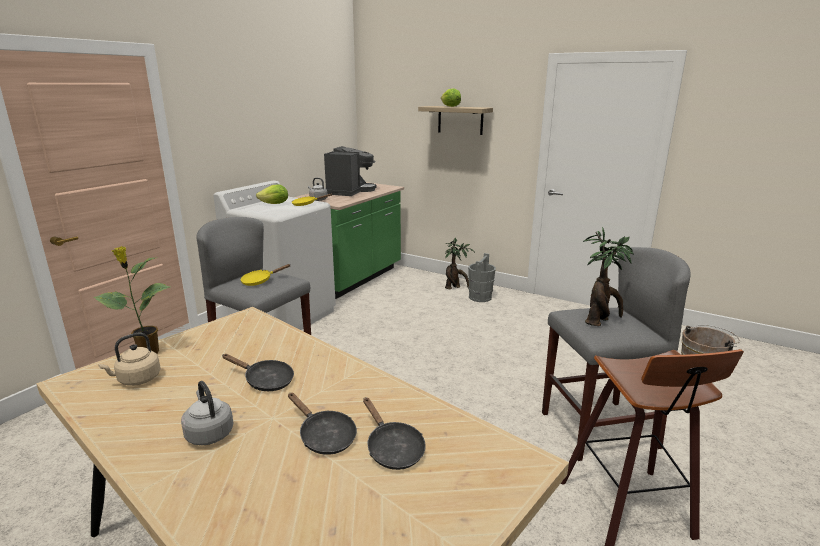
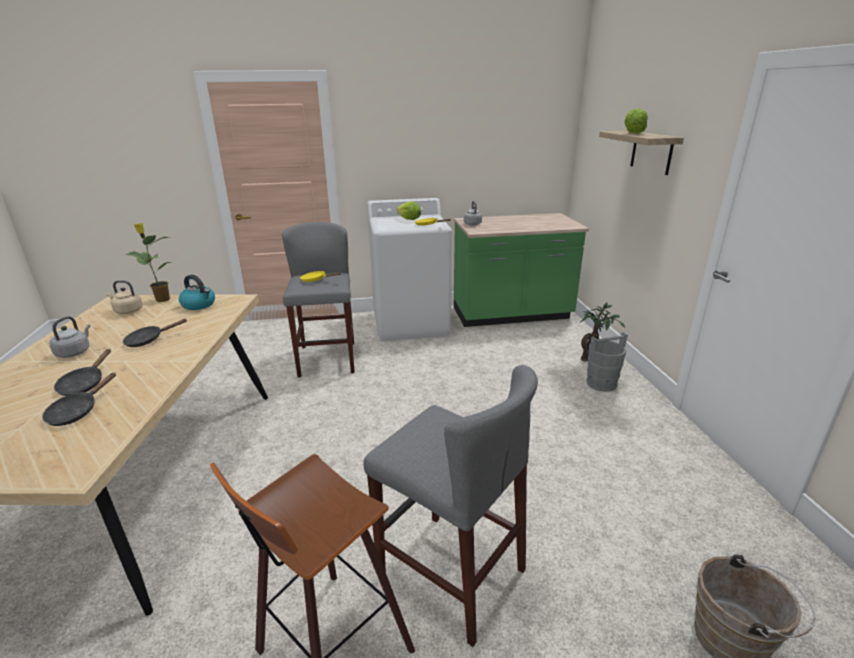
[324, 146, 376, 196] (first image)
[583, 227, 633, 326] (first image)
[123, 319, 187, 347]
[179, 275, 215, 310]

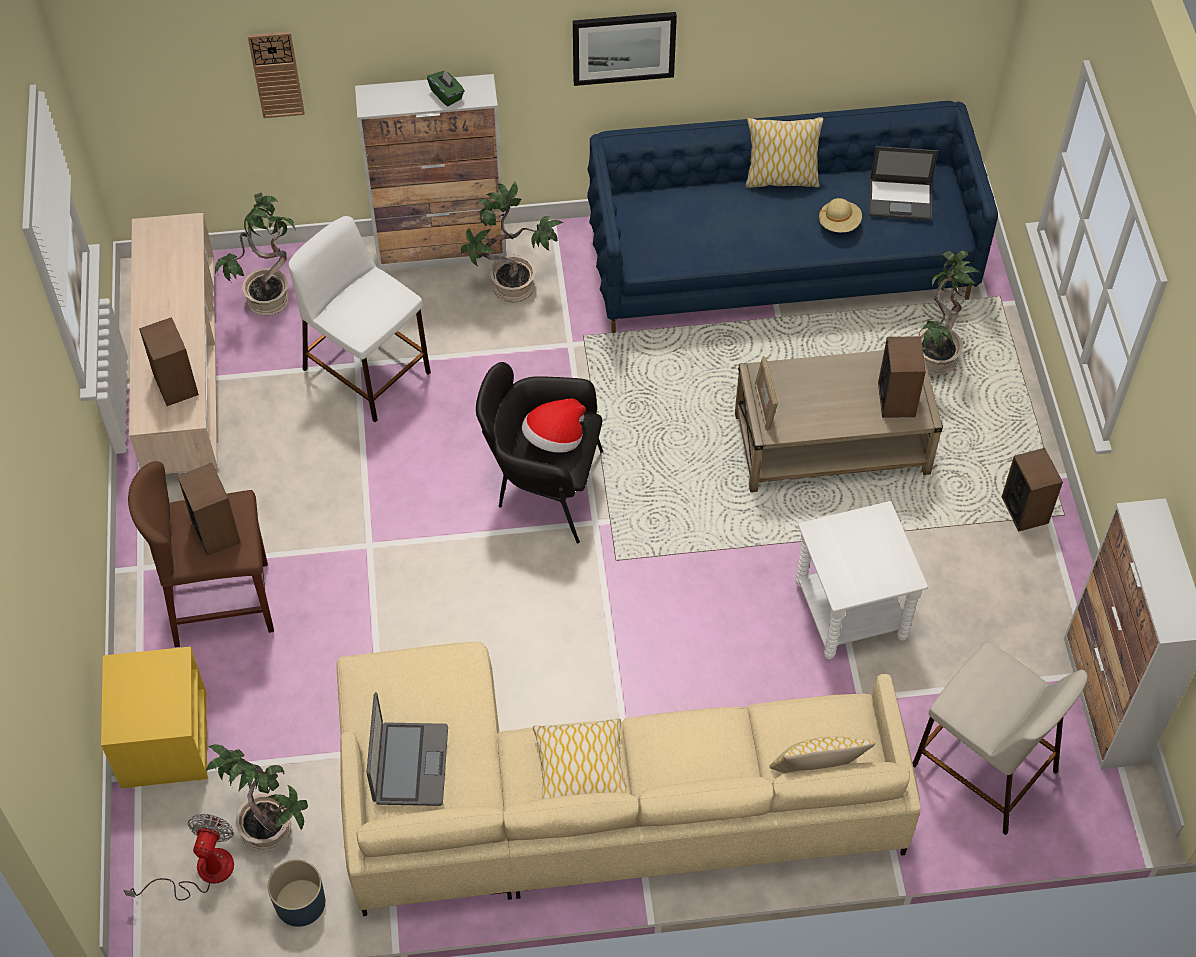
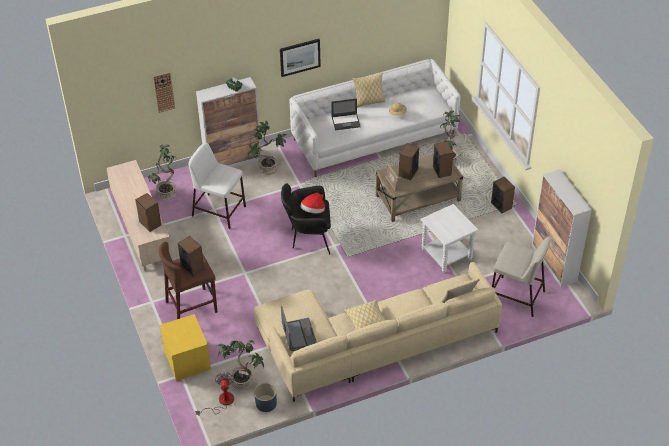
[289, 59, 461, 177]
[331, 98, 361, 130]
[399, 143, 419, 180]

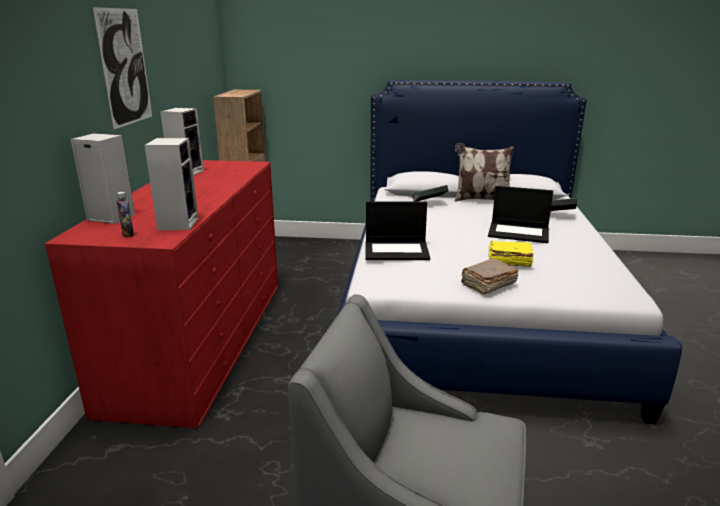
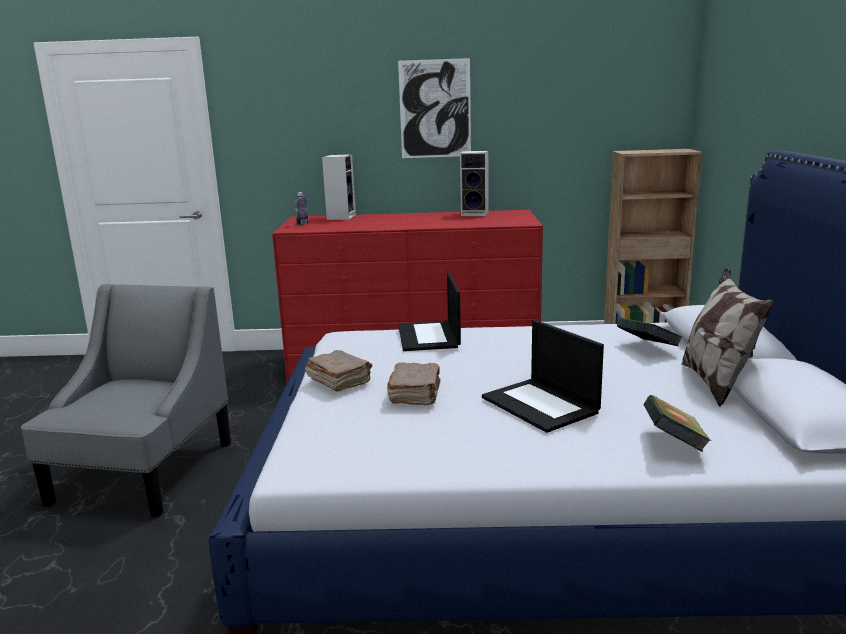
[144, 138, 199, 230] (first image)
[482, 320, 604, 433]
[387, 363, 440, 405]

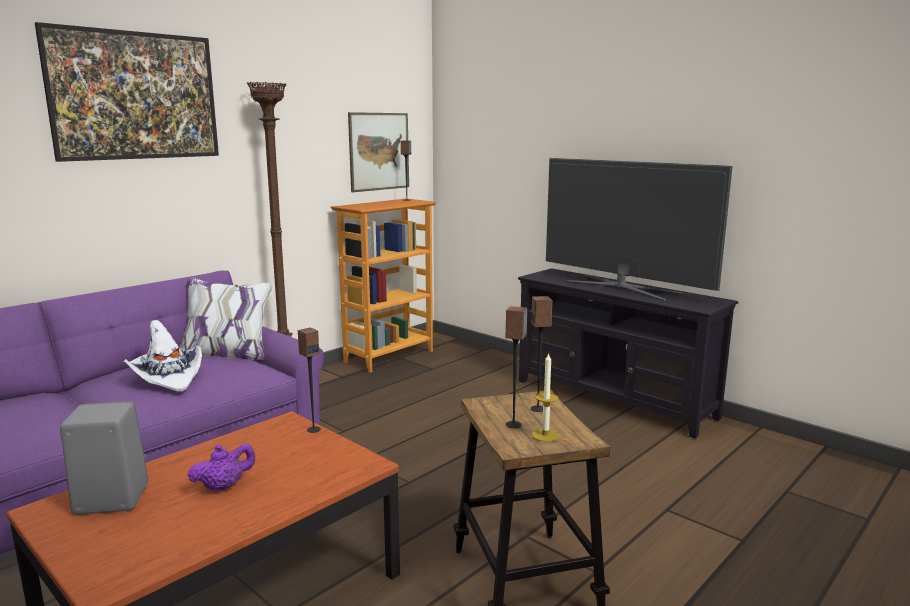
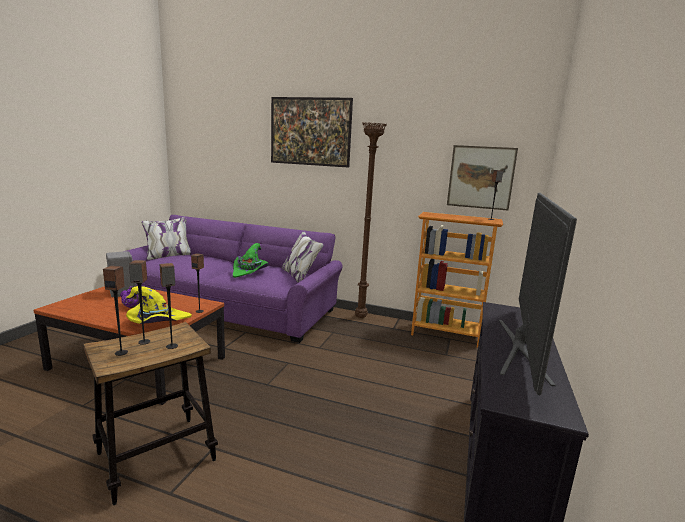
[233, 243, 269, 278]
[103, 266, 128, 356]
[126, 286, 192, 324]

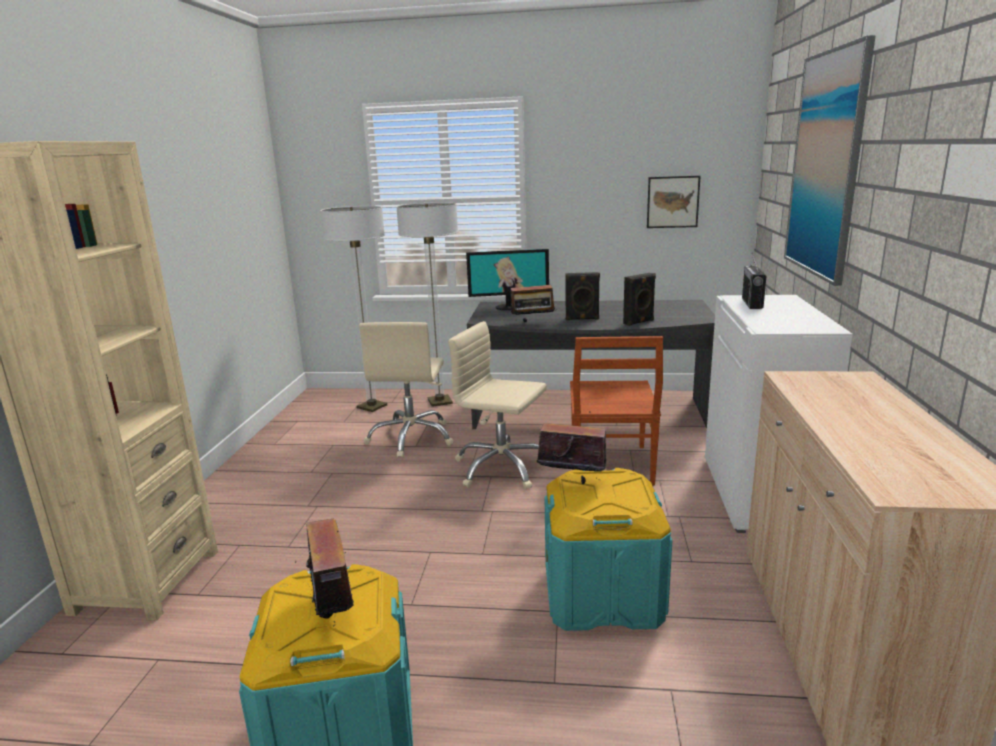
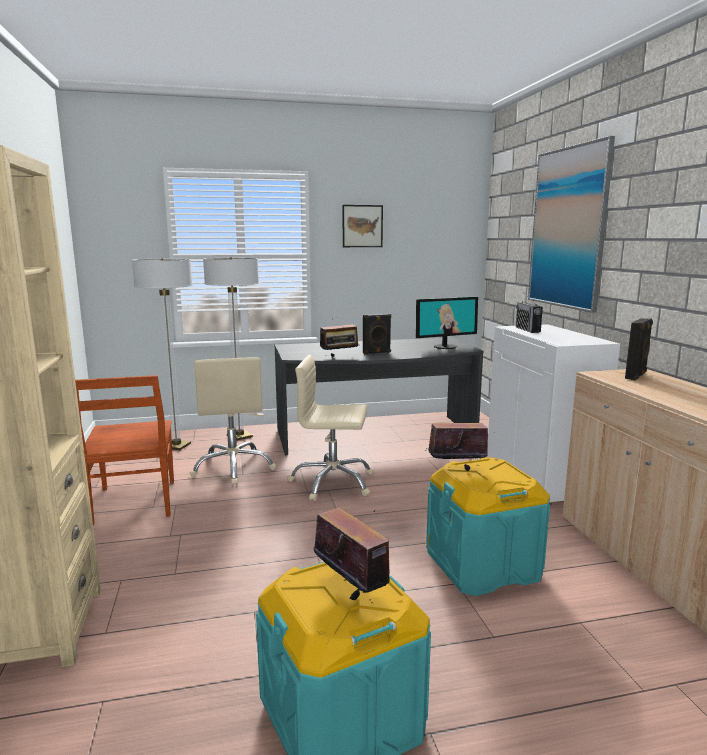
[343, 205, 383, 247]
[416, 297, 478, 349]
[625, 318, 653, 381]
[75, 375, 174, 525]

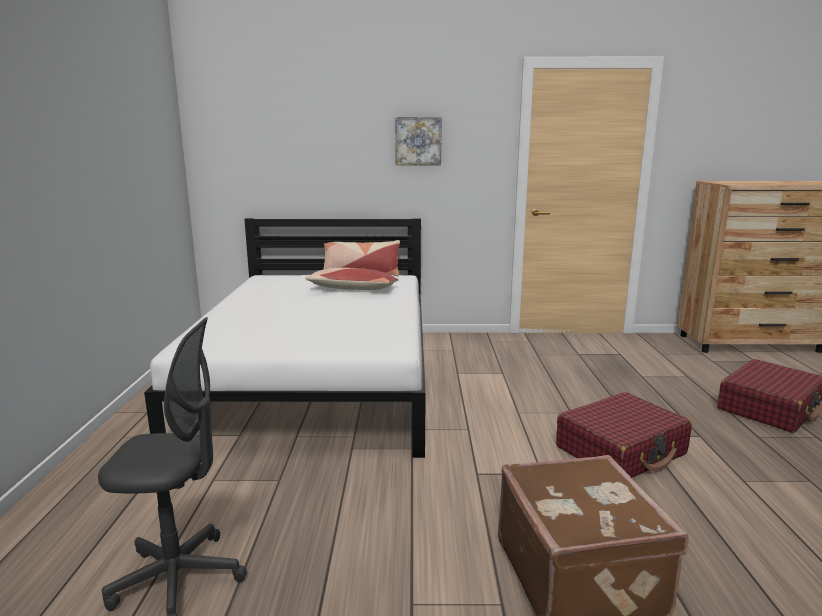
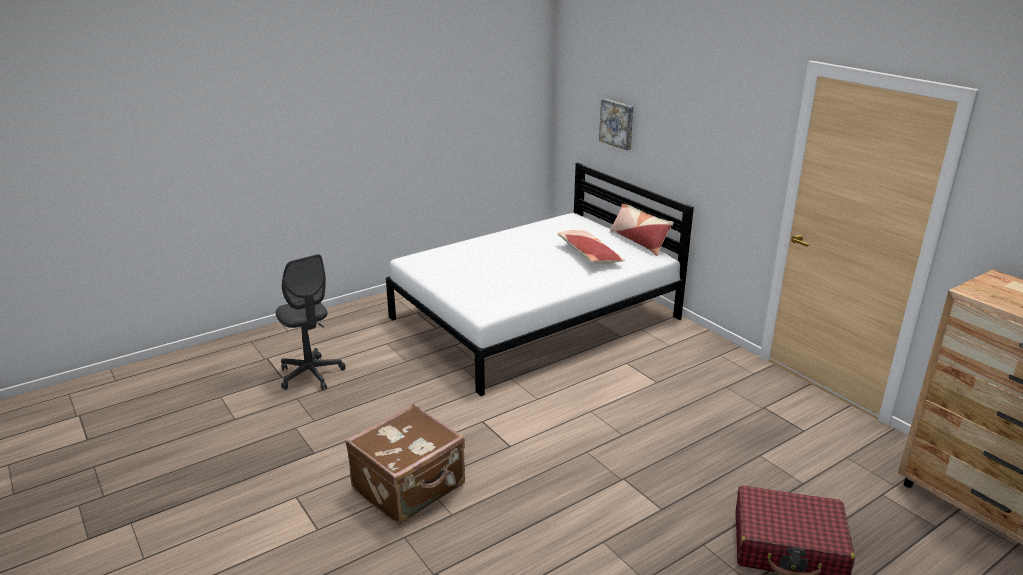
[599, 99, 634, 150]
[556, 392, 692, 478] (first image)

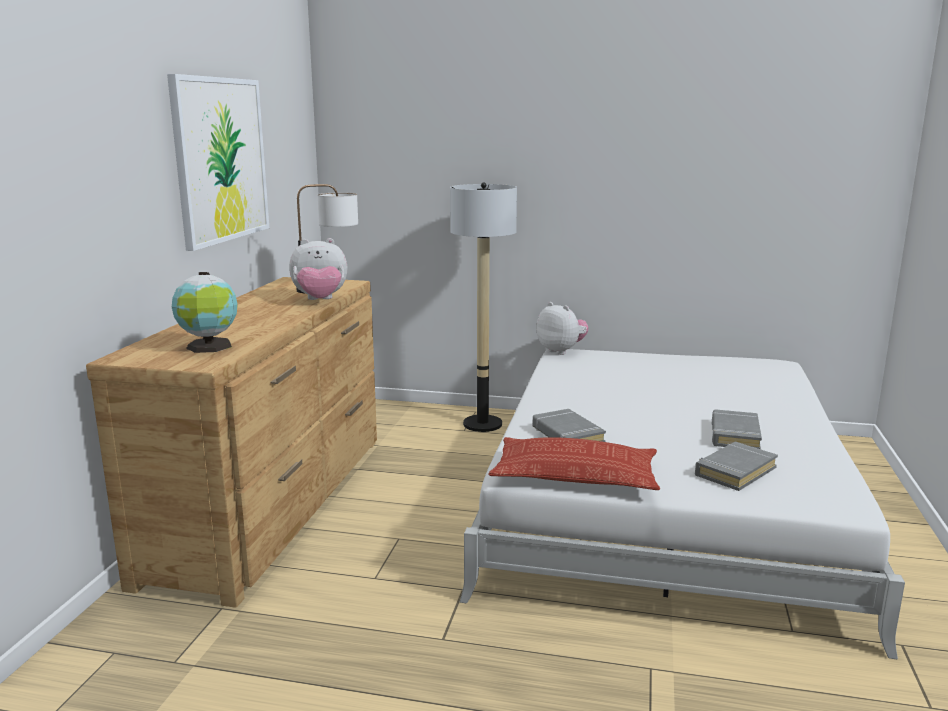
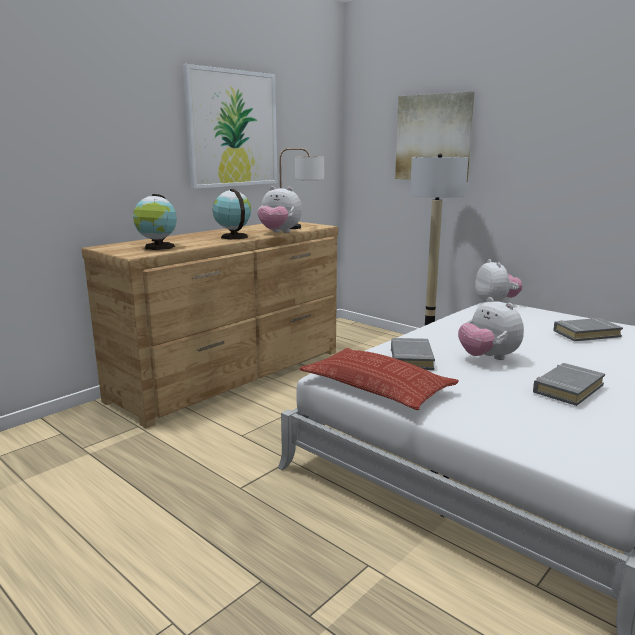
[553, 318, 623, 341]
[395, 91, 474, 182]
[213, 189, 251, 239]
[458, 297, 524, 360]

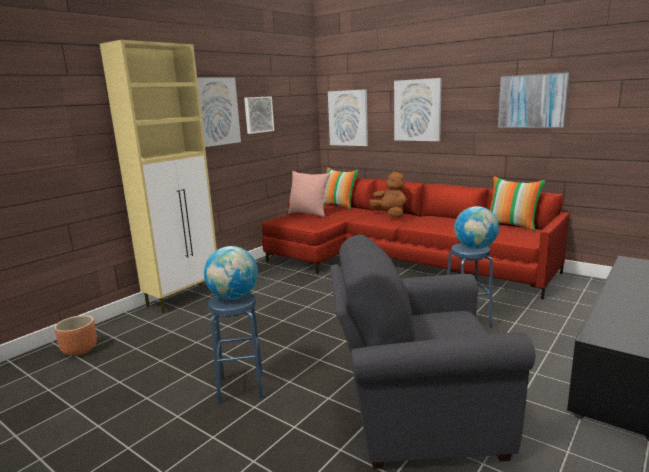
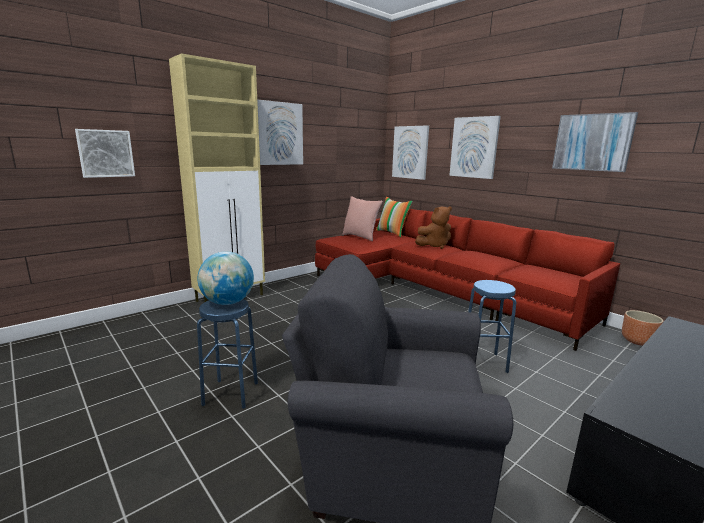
[75, 129, 135, 178]
[415, 206, 452, 249]
[490, 176, 546, 231] (first image)
[454, 206, 499, 249] (first image)
[622, 310, 664, 346]

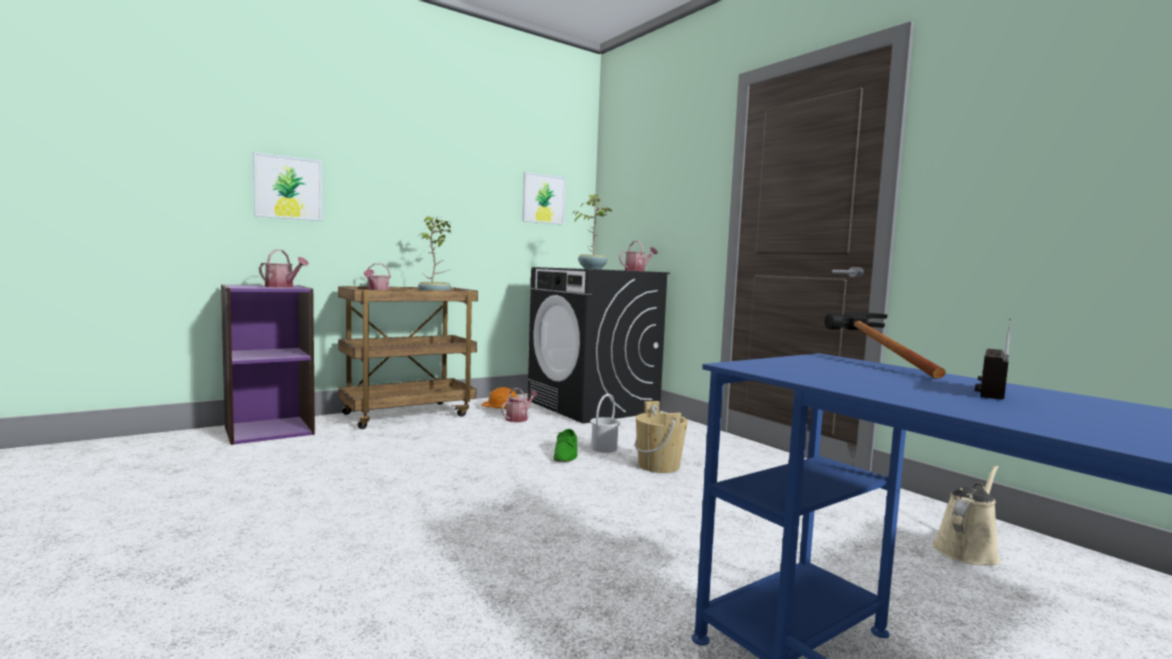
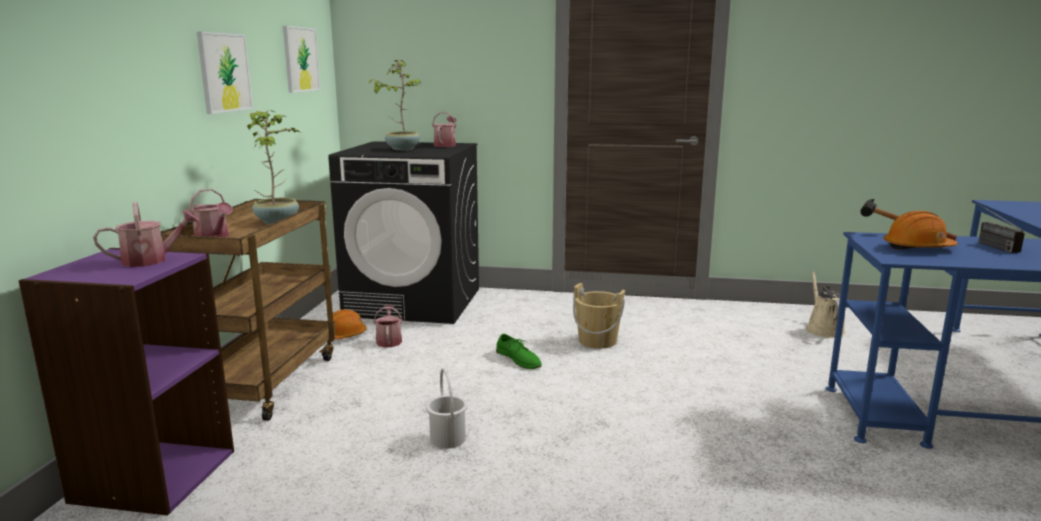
[197, 32, 253, 114]
[426, 368, 468, 449]
[883, 211, 958, 250]

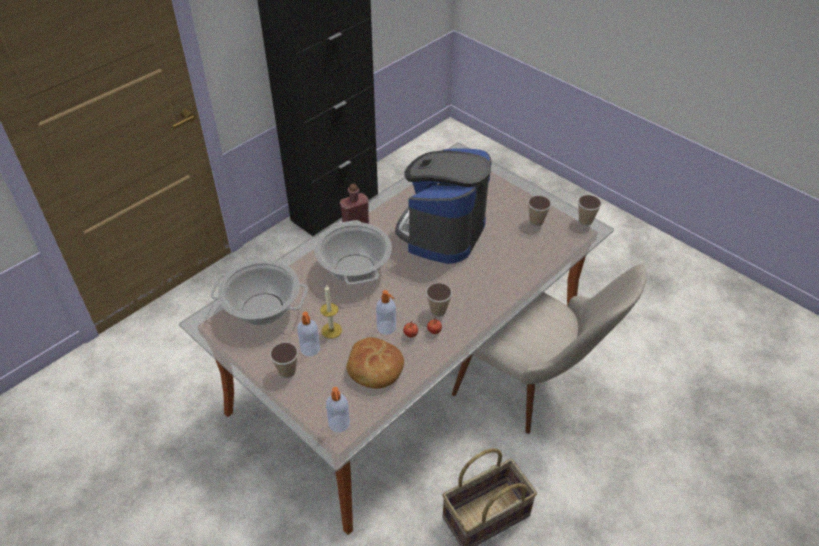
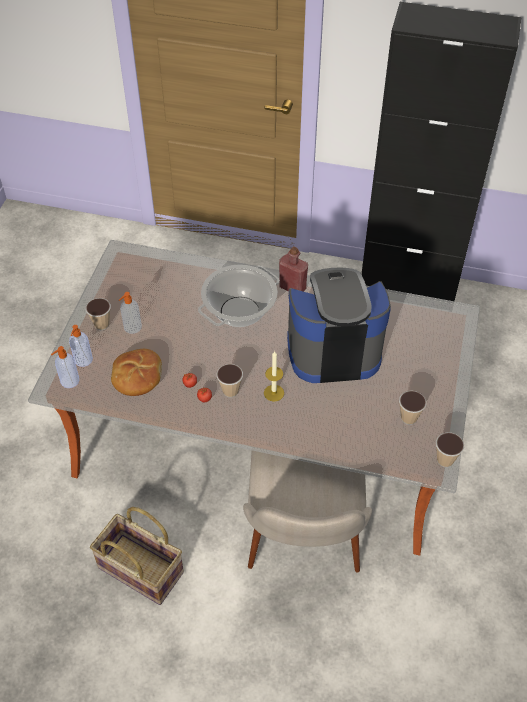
[210, 260, 308, 326] (first image)
[264, 351, 284, 401]
[69, 325, 93, 367]

